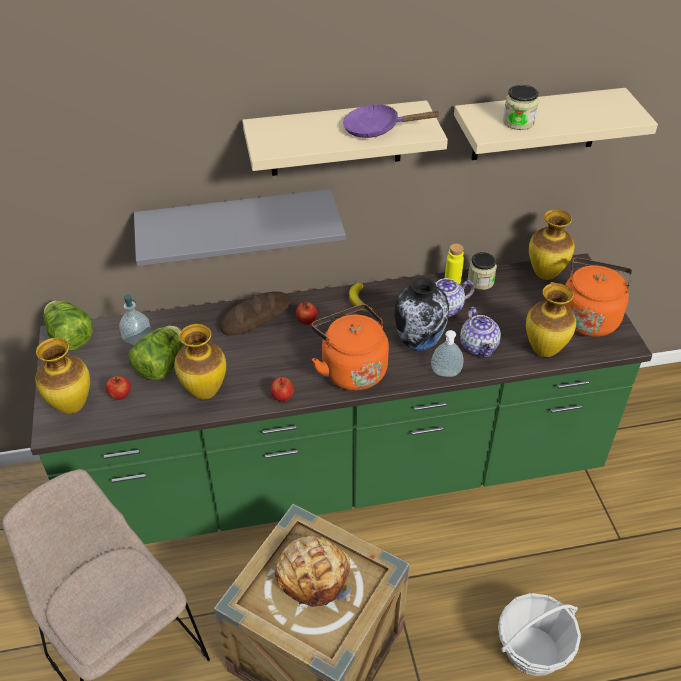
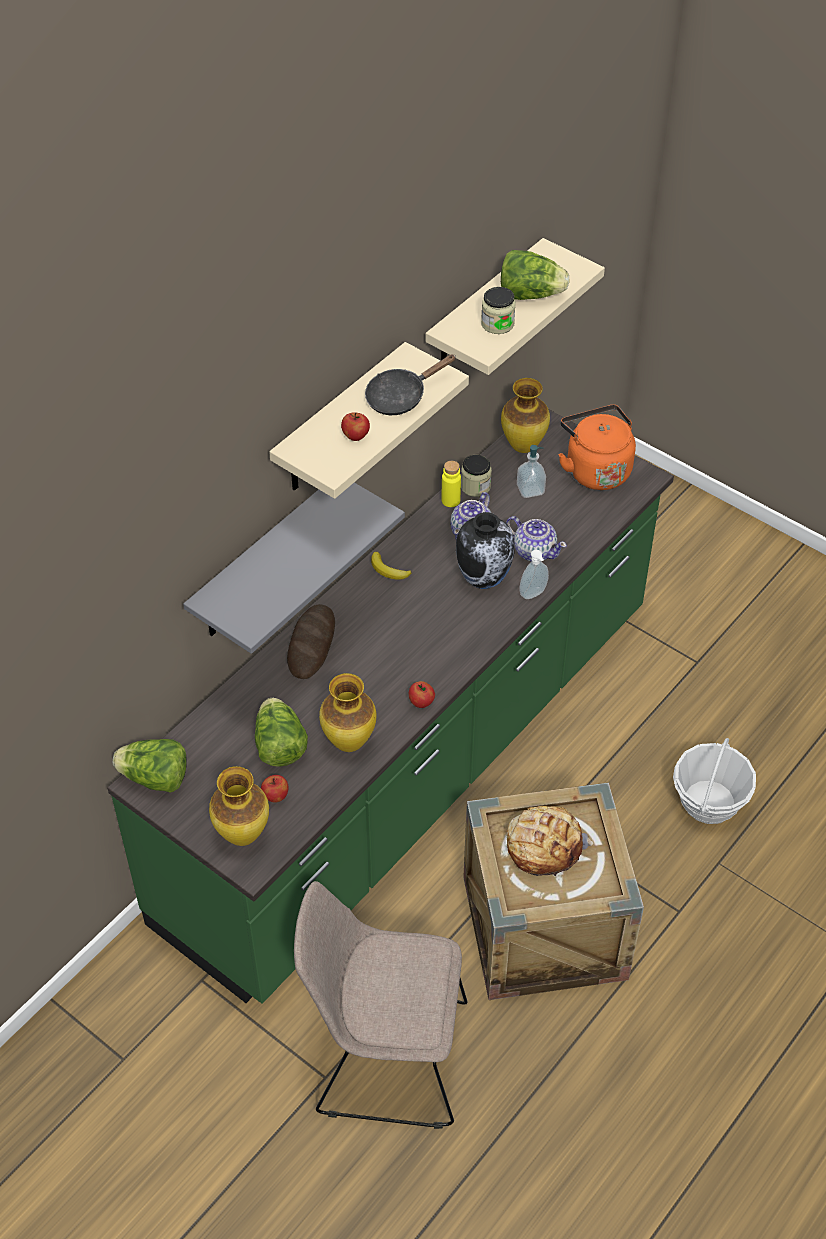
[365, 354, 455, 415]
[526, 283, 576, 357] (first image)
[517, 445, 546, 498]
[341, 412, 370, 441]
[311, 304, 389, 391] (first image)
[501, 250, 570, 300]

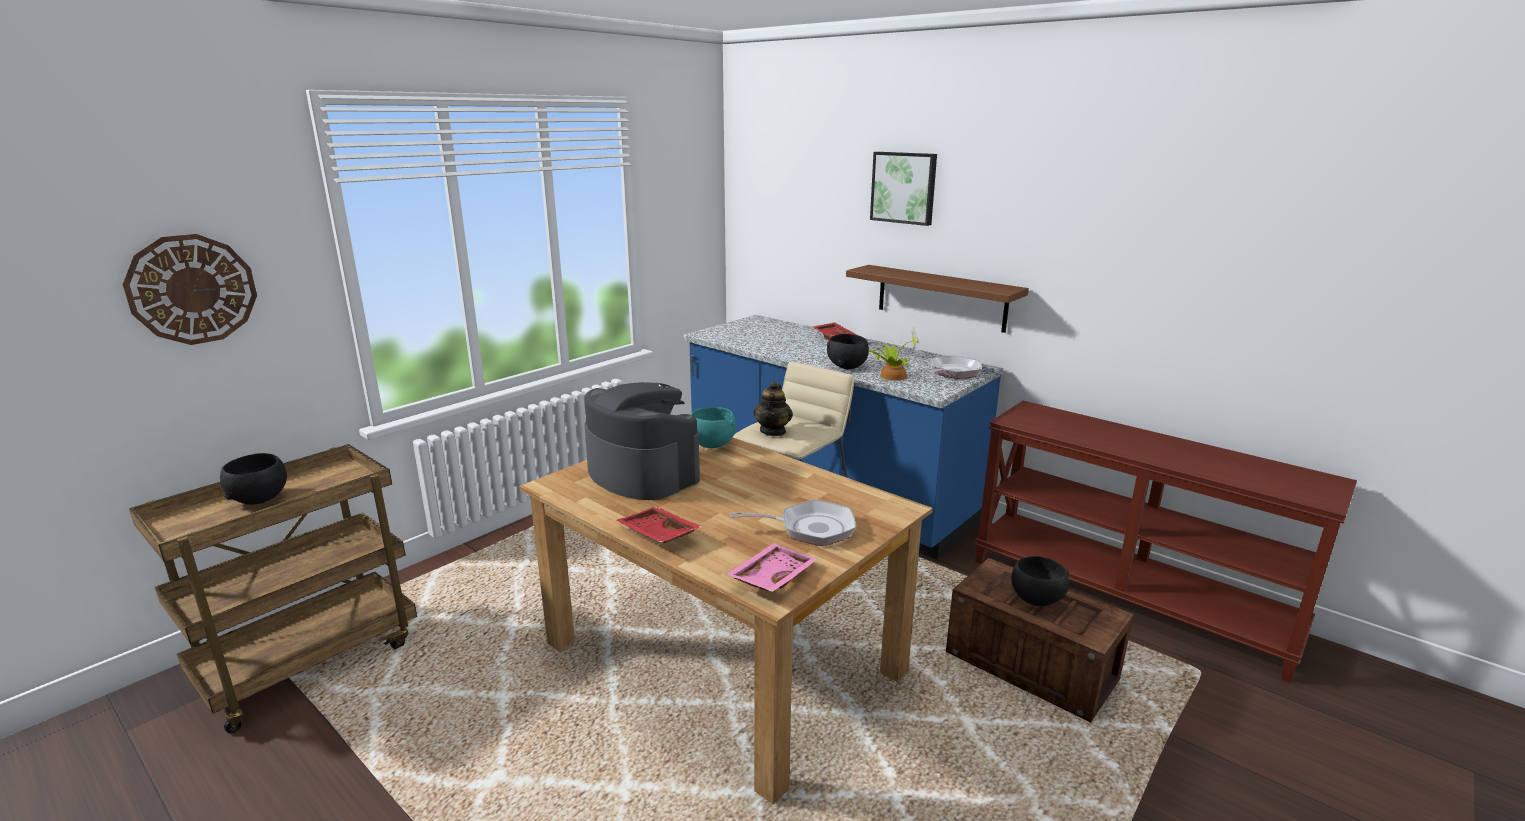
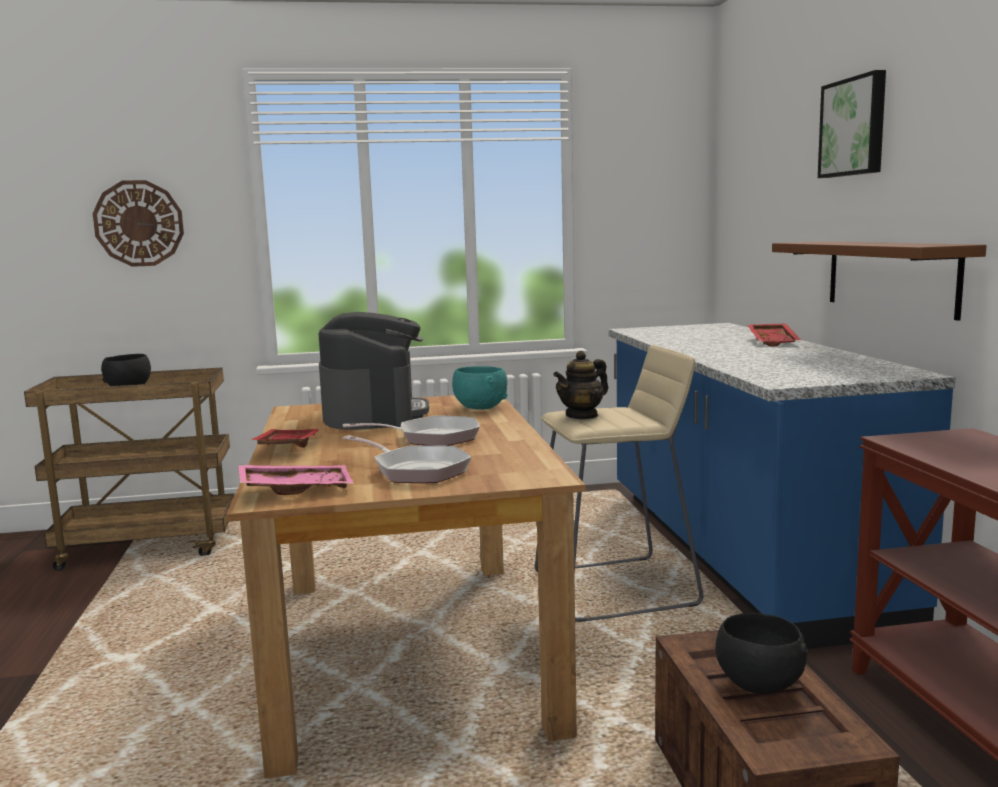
[869, 328, 919, 381] (first image)
[827, 334, 869, 369] (first image)
[343, 415, 480, 446]

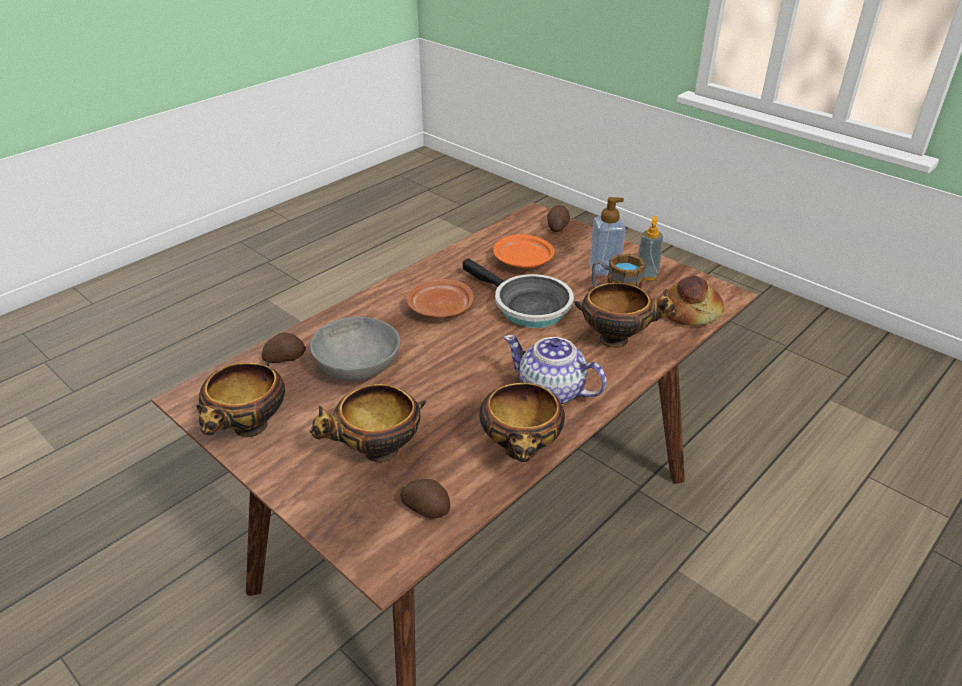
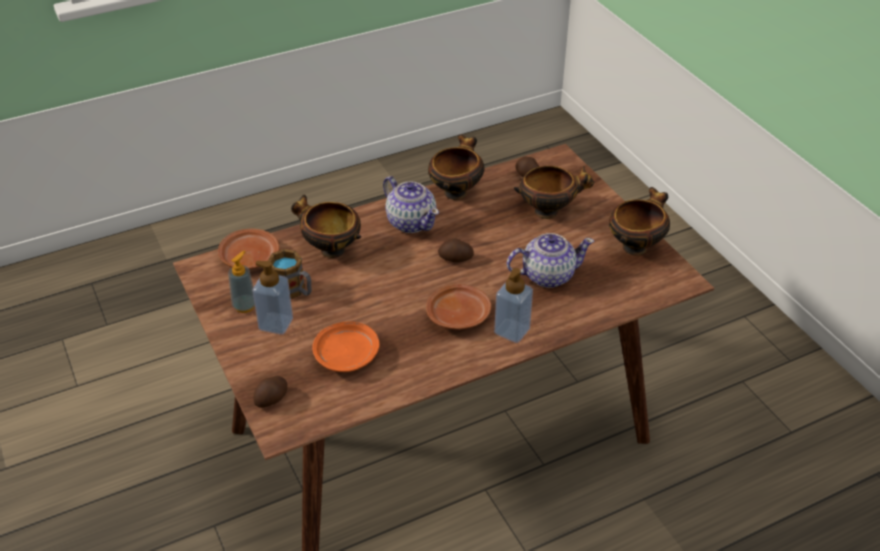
[462, 258, 574, 328] (first image)
[218, 229, 279, 269]
[507, 233, 594, 288]
[438, 238, 474, 262]
[494, 268, 533, 343]

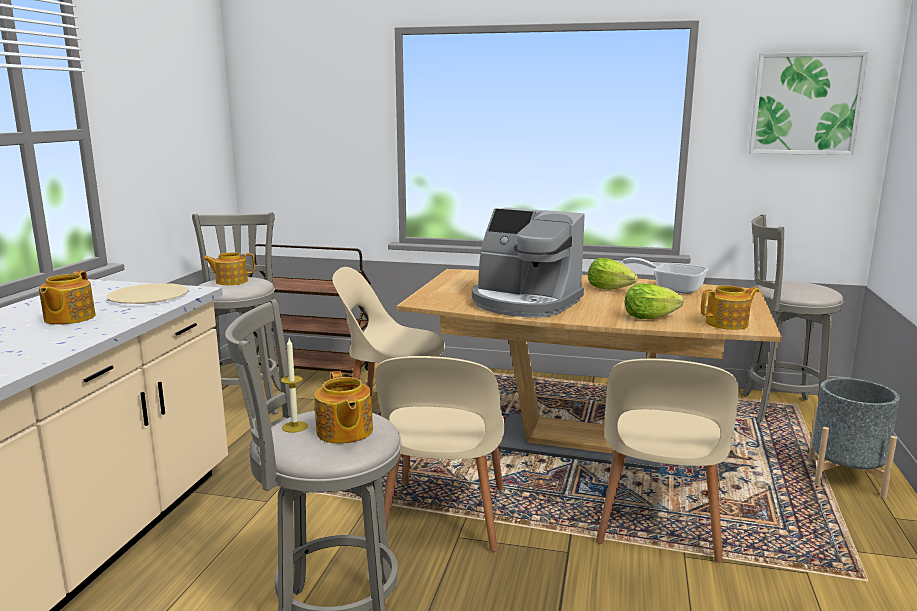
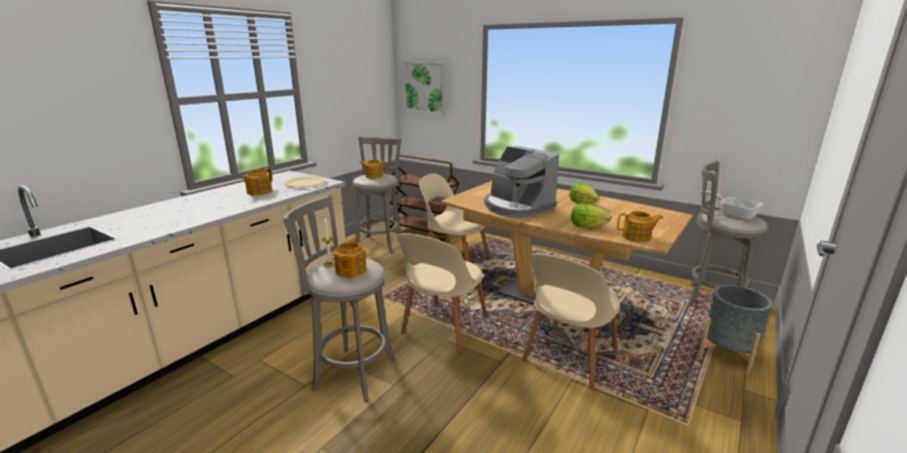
[403, 62, 445, 115]
[700, 191, 763, 220]

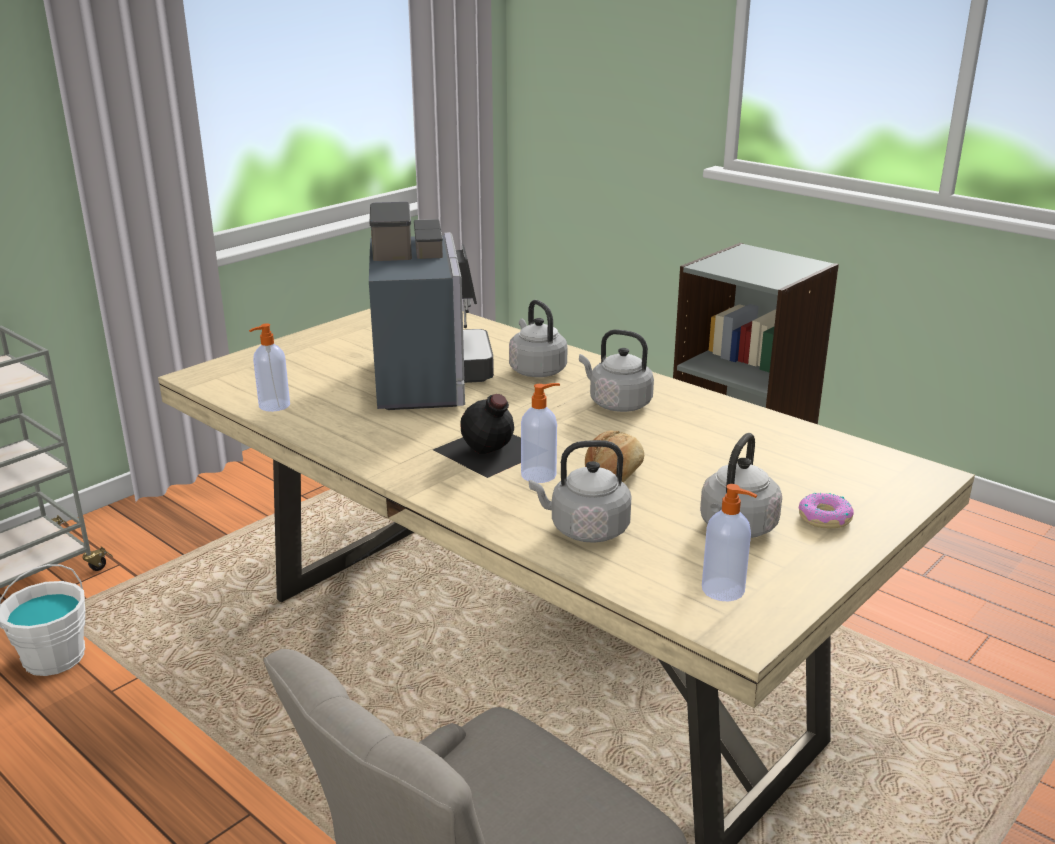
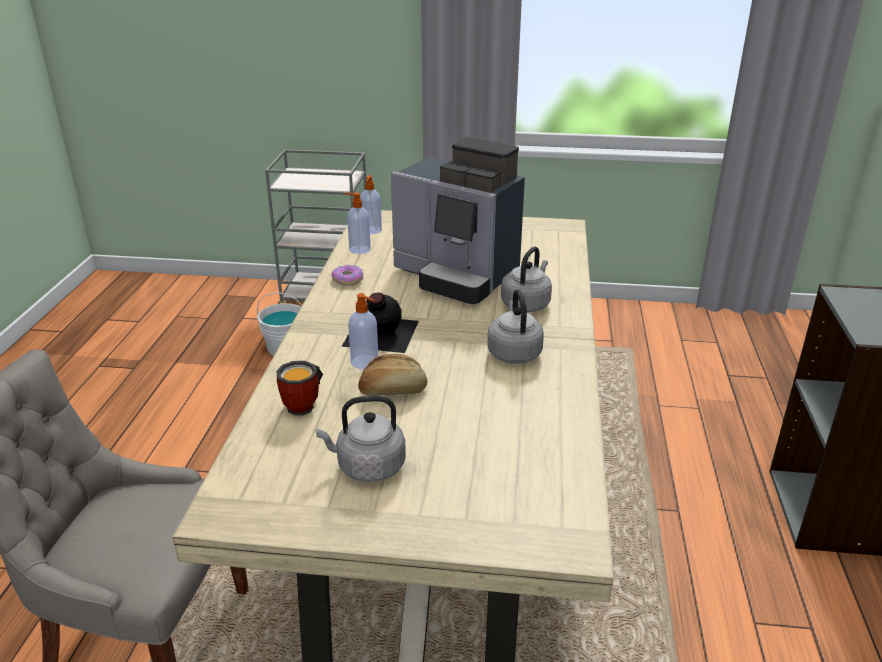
[391, 137, 525, 304]
[276, 361, 323, 416]
[360, 175, 382, 234]
[331, 265, 363, 286]

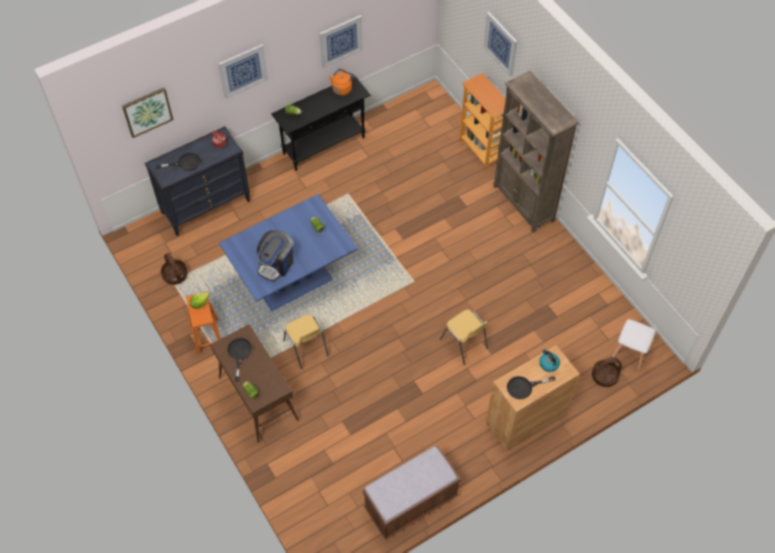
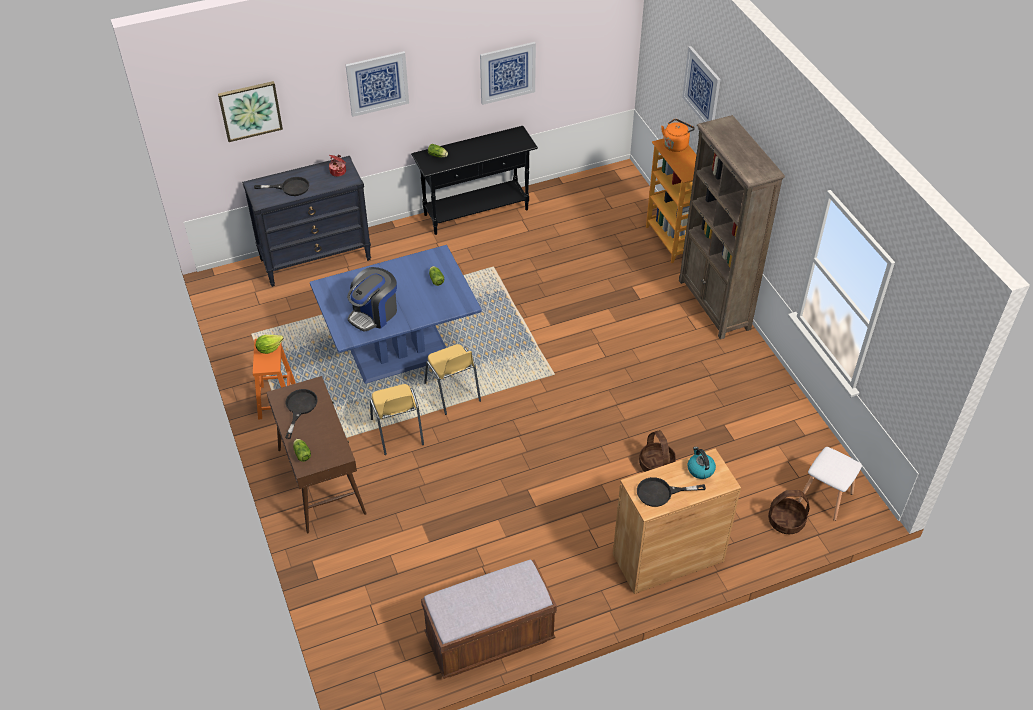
[661, 119, 695, 152]
[639, 430, 676, 472]
[424, 344, 481, 415]

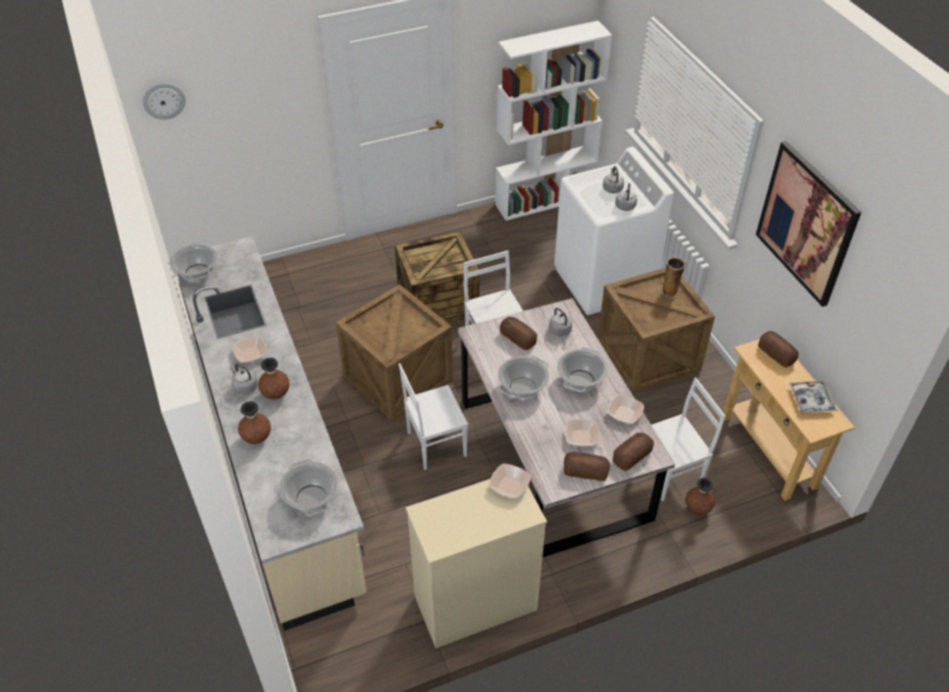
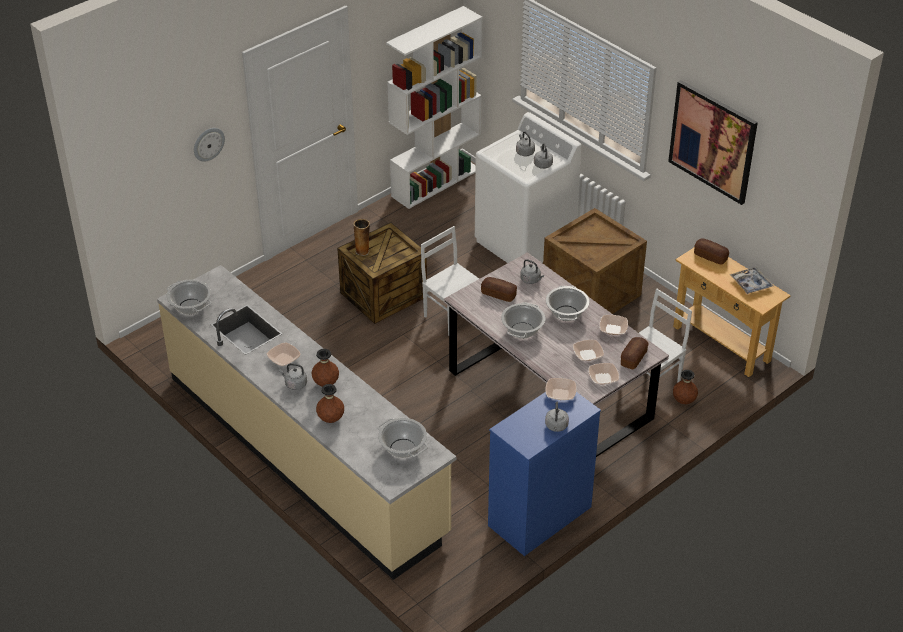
[194, 128, 225, 162]
[354, 219, 370, 256]
[336, 284, 453, 421] (first image)
[399, 363, 468, 470] (first image)
[588, 363, 619, 384]
[488, 392, 601, 556]
[545, 401, 569, 432]

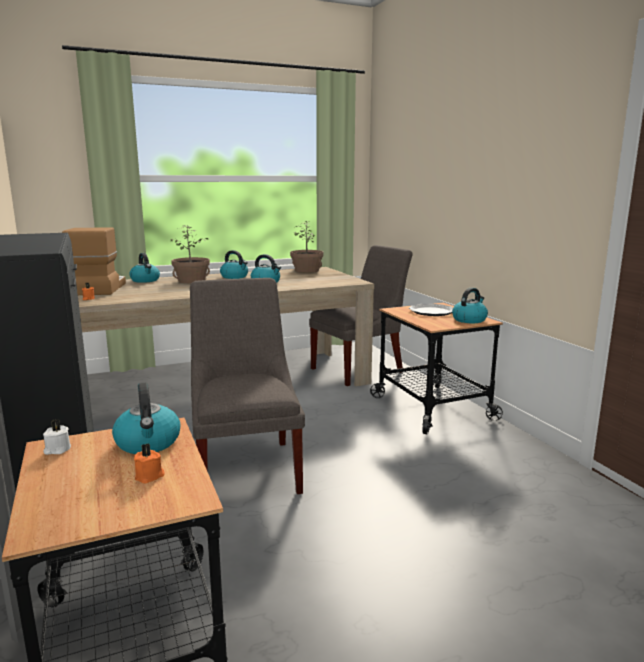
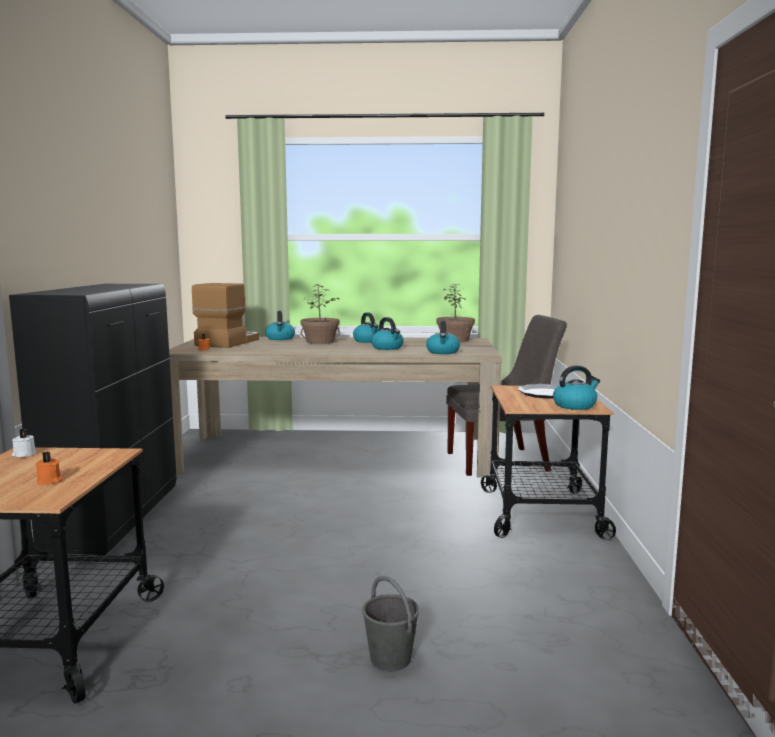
[190, 278, 305, 494] (first image)
[426, 320, 460, 354]
[362, 576, 419, 671]

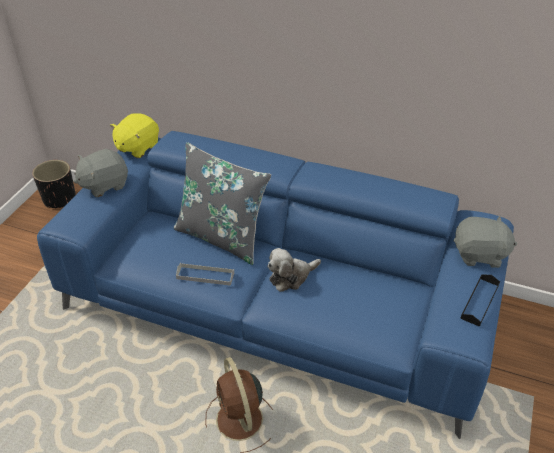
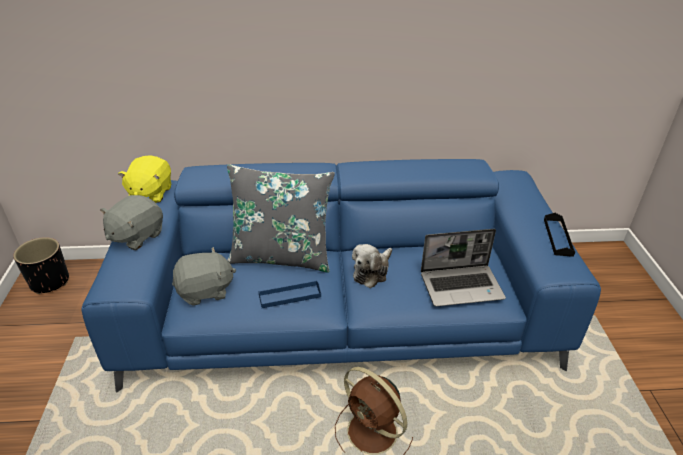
[172, 247, 236, 306]
[258, 280, 321, 308]
[421, 229, 506, 307]

